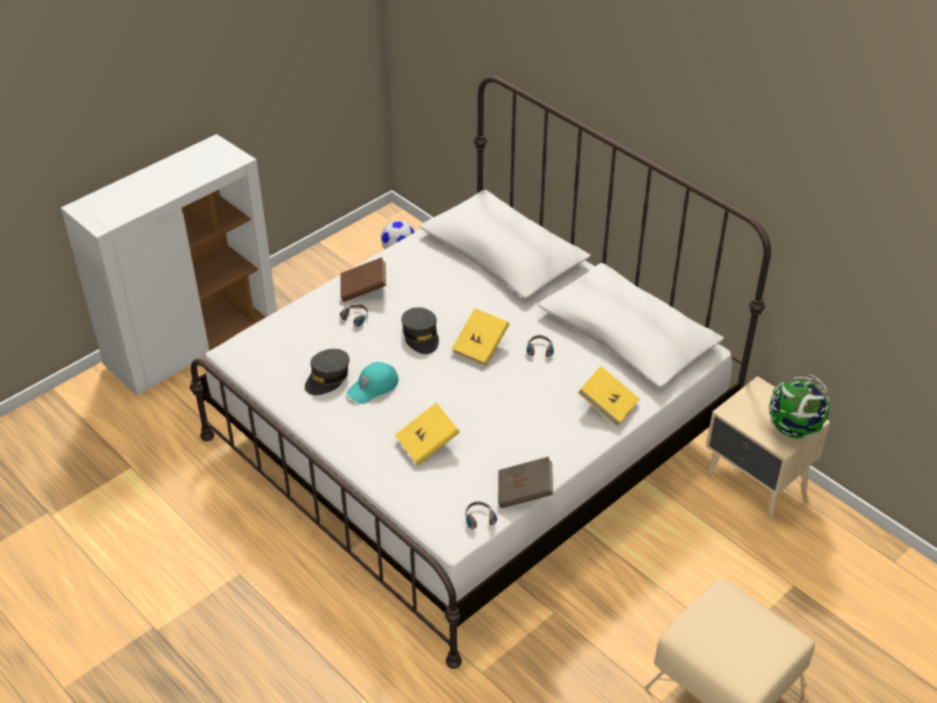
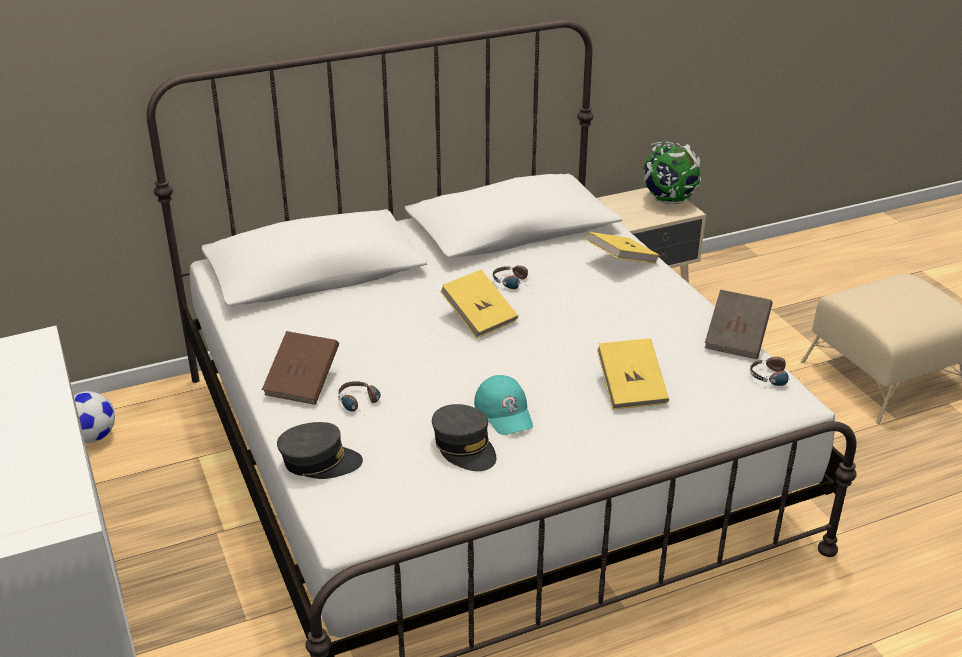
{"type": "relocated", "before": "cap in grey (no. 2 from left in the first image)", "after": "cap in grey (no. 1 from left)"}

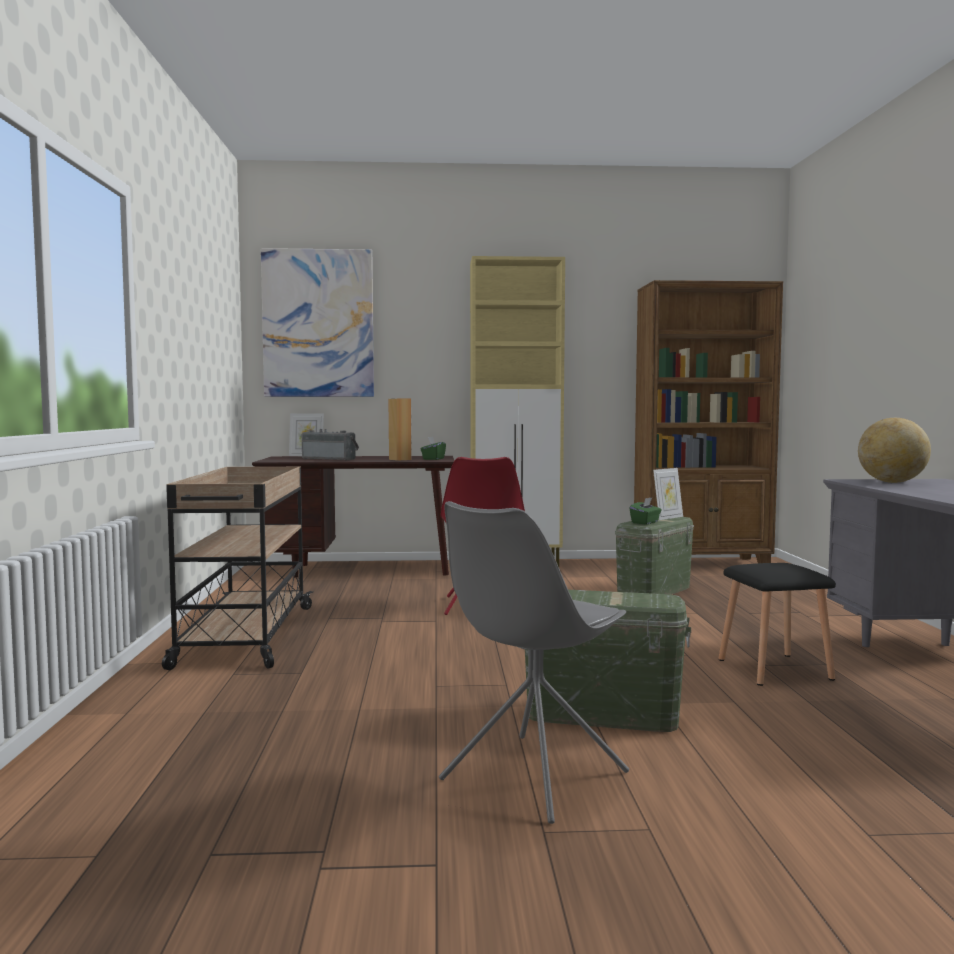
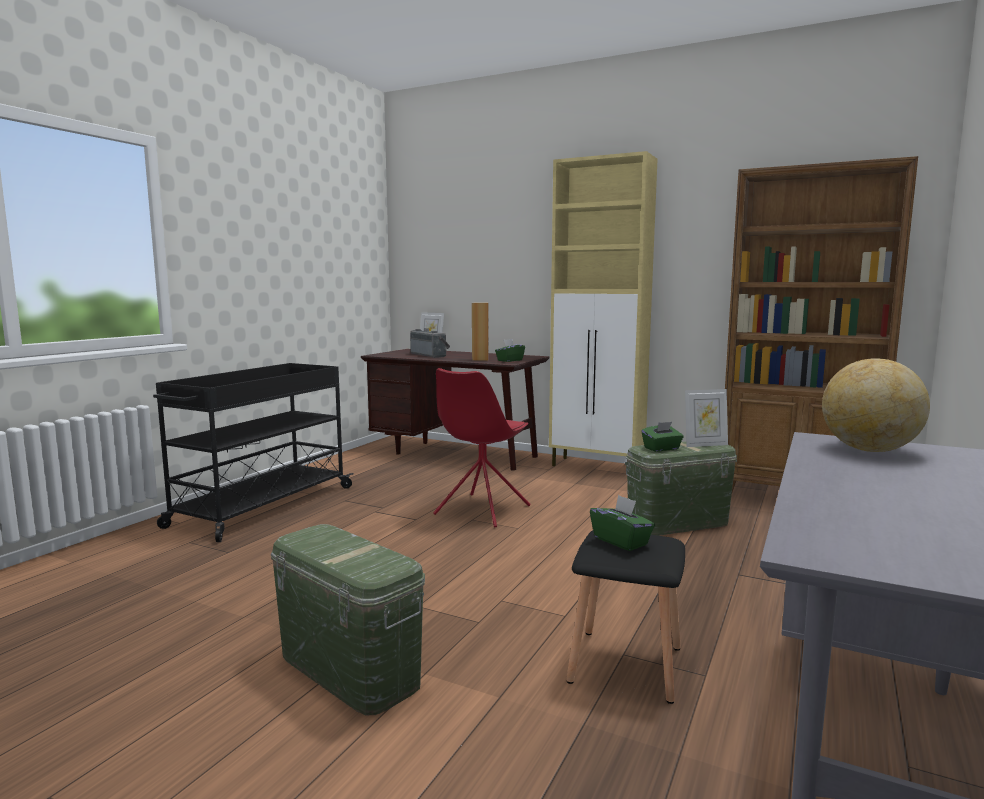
{"type": "colour", "before": "cart in beige", "after": "cart in black"}
{"type": "missing", "before": "picture"}
{"type": "missing", "before": "chair in grey"}
{"type": "appeared", "after": "tissue box in green (no. 2 from left)"}

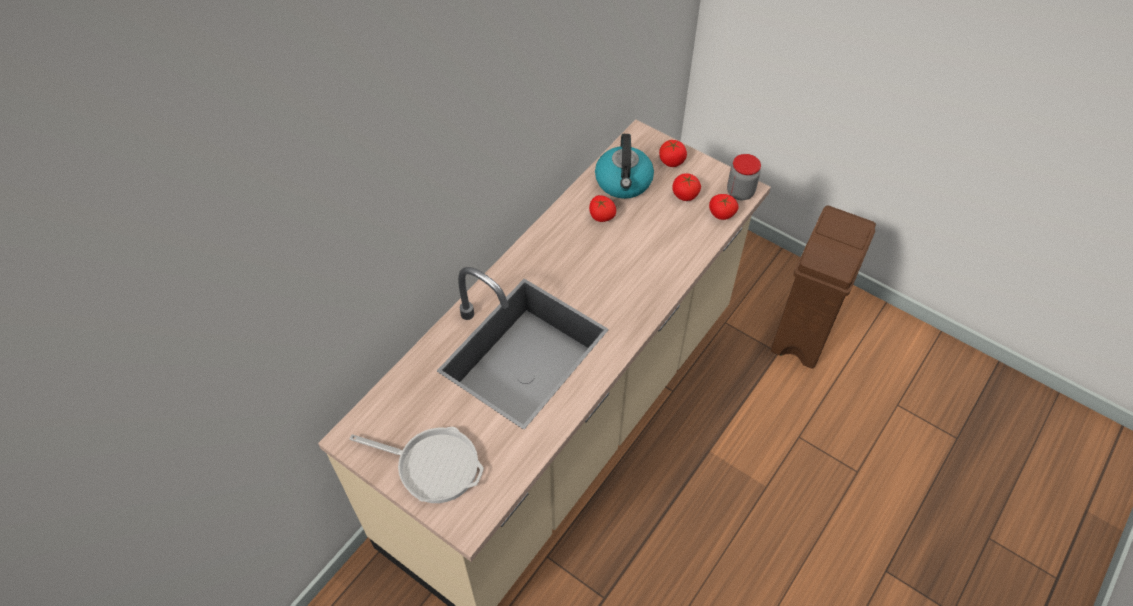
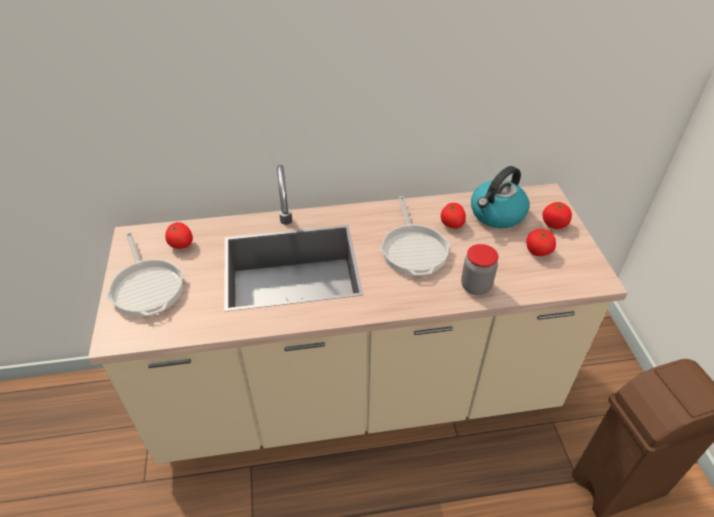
{"type": "relocated", "before": "tomato (no. 4 from left in the first image)", "after": "tomato (no. 1 from left)"}
{"type": "relocated", "before": "jar"}
{"type": "appeared", "after": "frying pan (no. 2 from left)"}

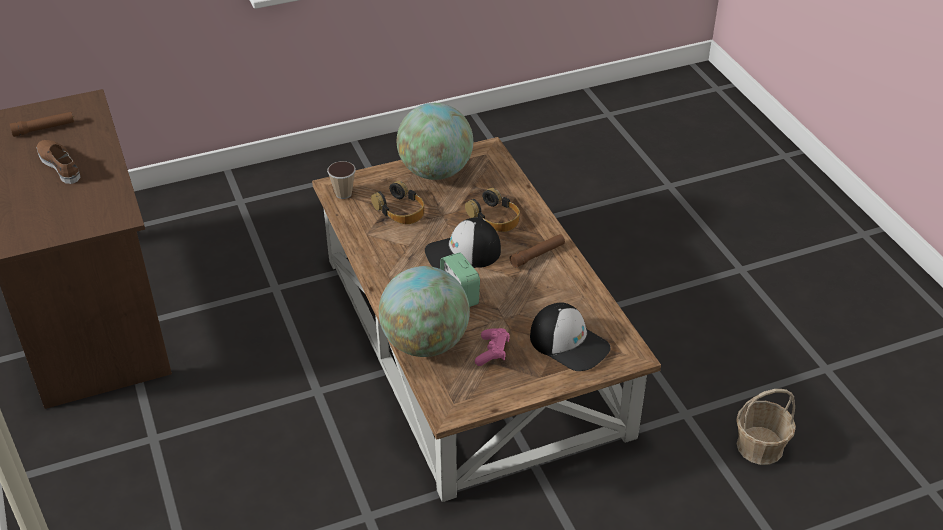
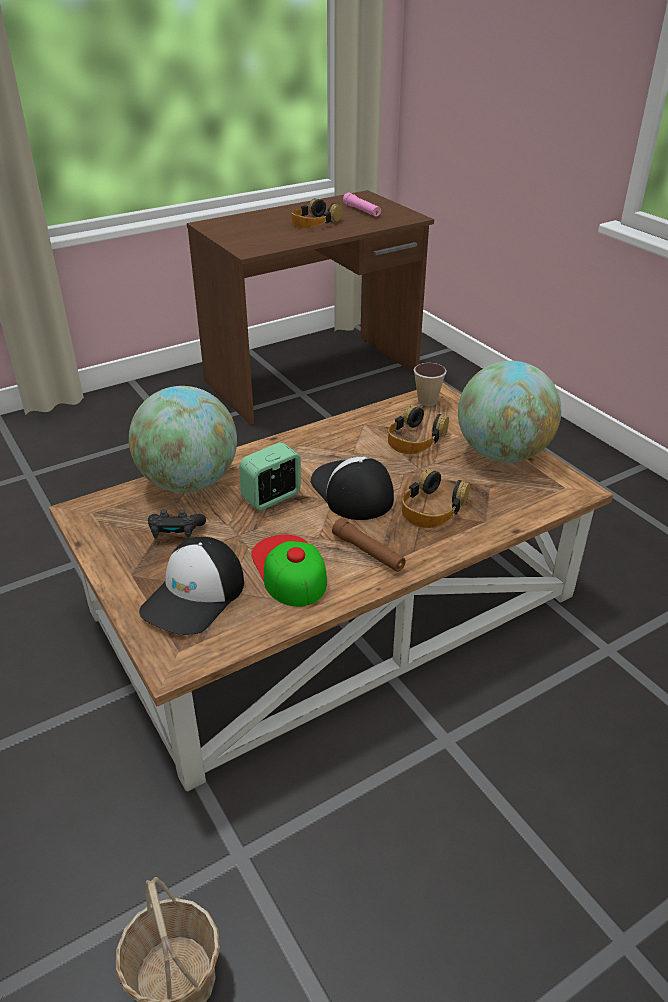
{"type": "colour", "before": "flashlight in brown (no. 1 from left)", "after": "flashlight in pink"}
{"type": "exchanged", "before": "shoe in brown", "after": "headphones (no. 1 from left)"}
{"type": "colour", "before": "game controller in pink", "after": "game controller in black"}
{"type": "appeared", "after": "cap (no. 2 from left)"}

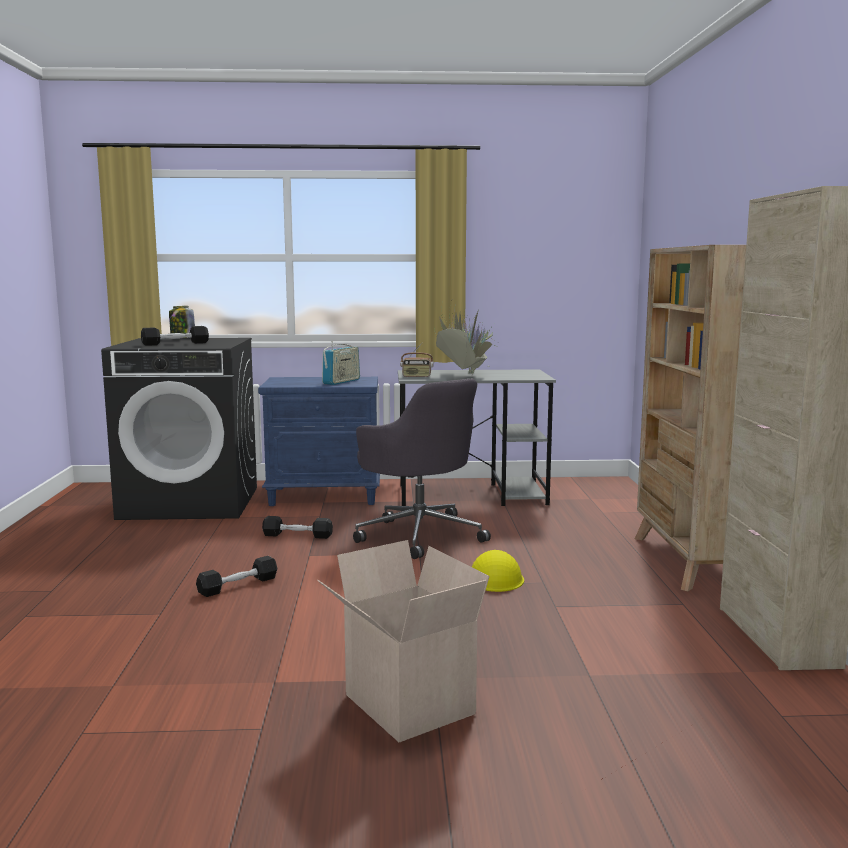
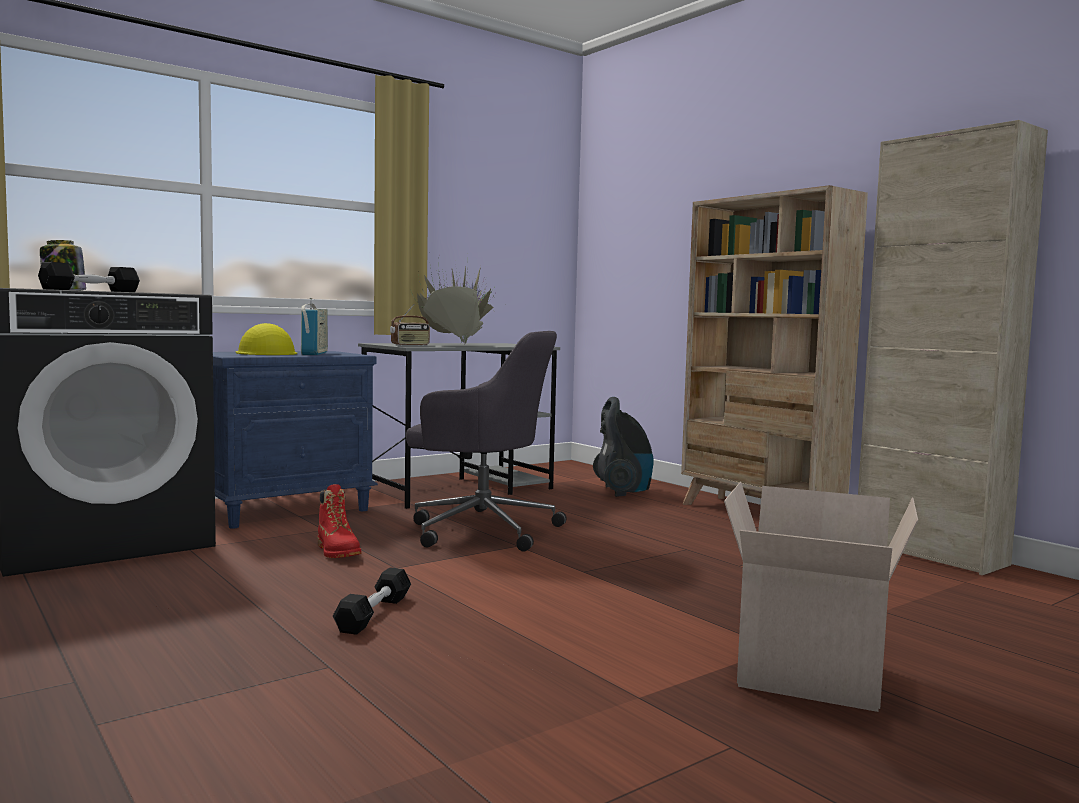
{"type": "exchanged", "before": "dumbbell in black (no. 3 from left)", "after": "boot in red"}
{"type": "relocated", "before": "hard hat in yellow"}
{"type": "appeared", "after": "vacuum cleaner"}

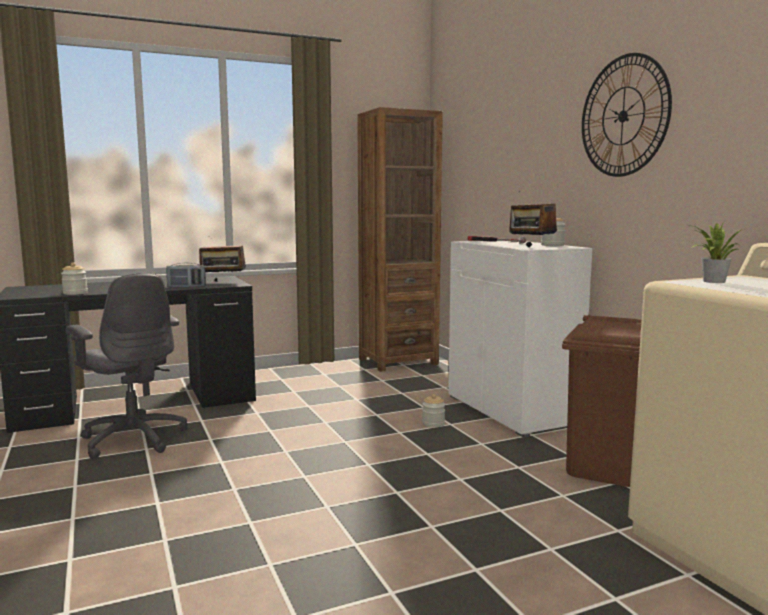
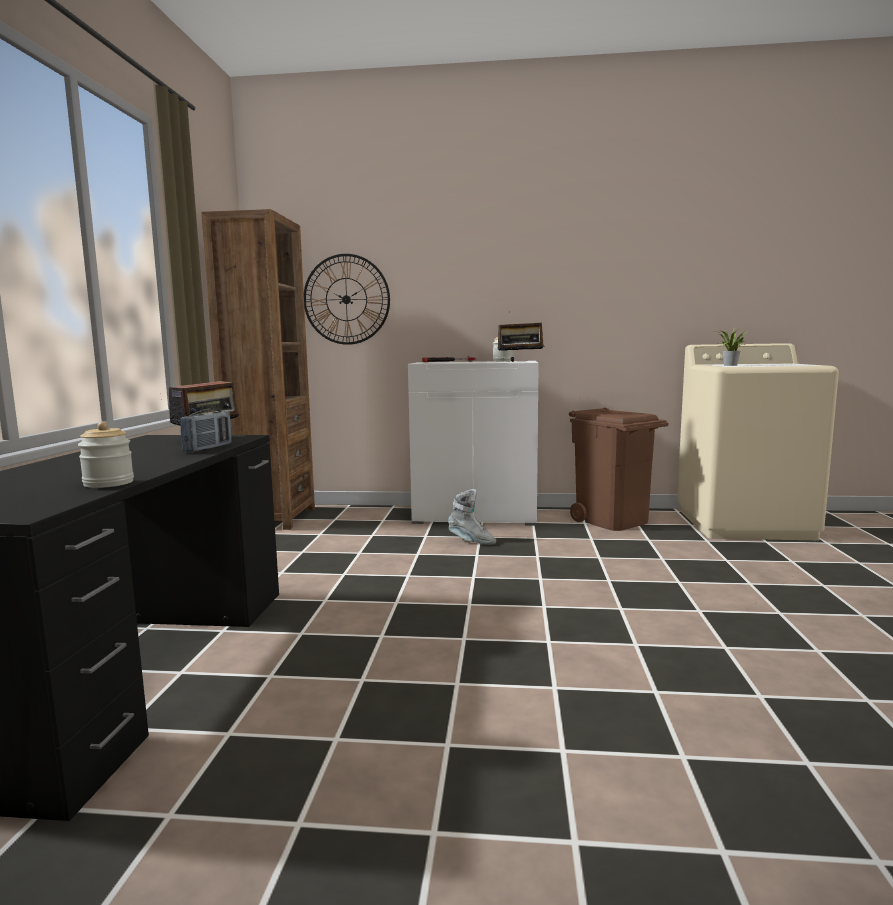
{"type": "missing", "before": "office chair in grey"}
{"type": "exchanged", "before": "jar (no. 2 from left)", "after": "boot in grey"}
{"type": "relocated", "before": "wall clock"}

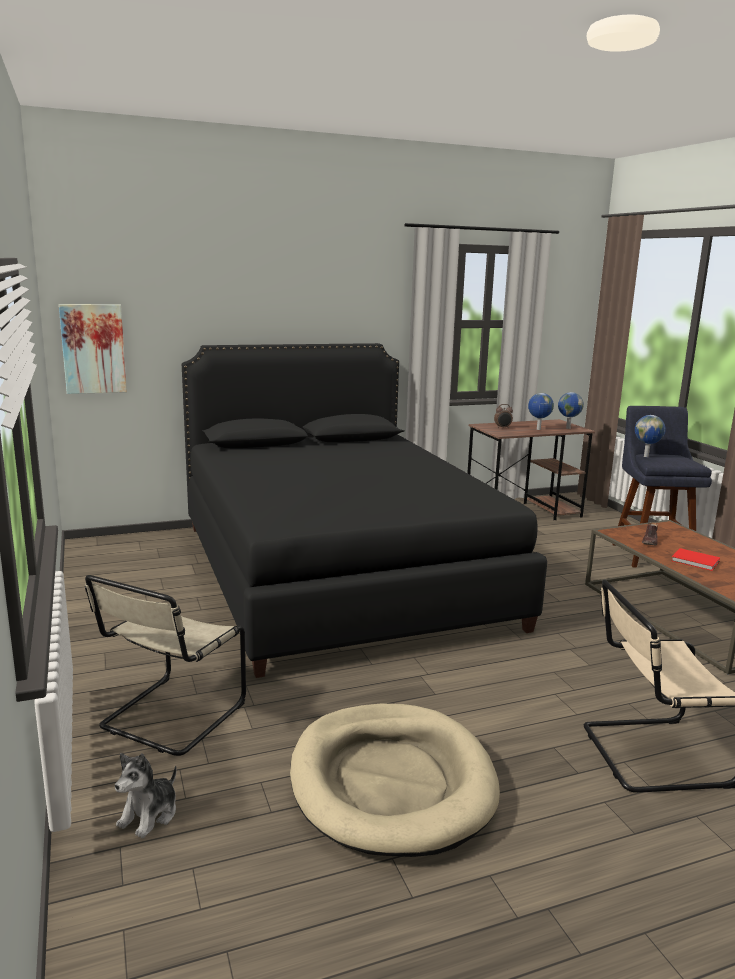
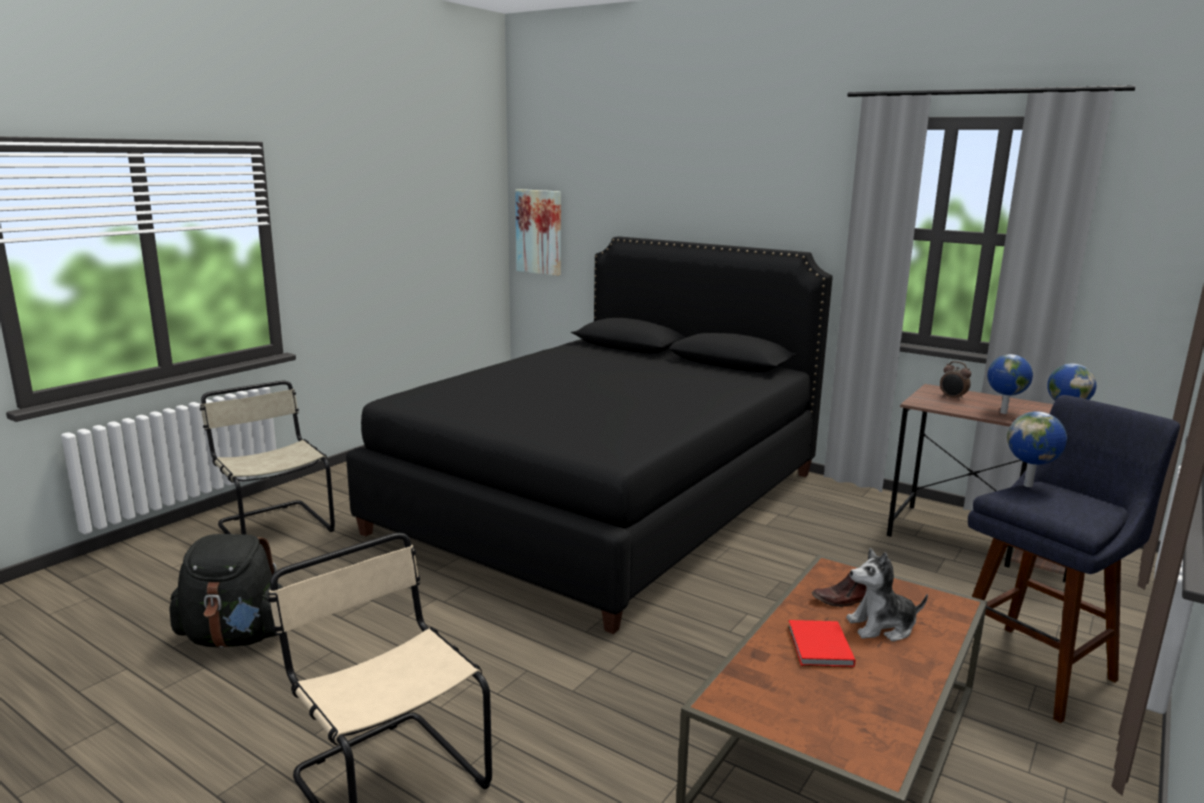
{"type": "spun", "before": "chair in beige (no. 1 from left)", "turn": 60}
{"type": "relocated", "before": "plush toy"}
{"type": "exchanged", "before": "dog bed in beige", "after": "backpack in black"}

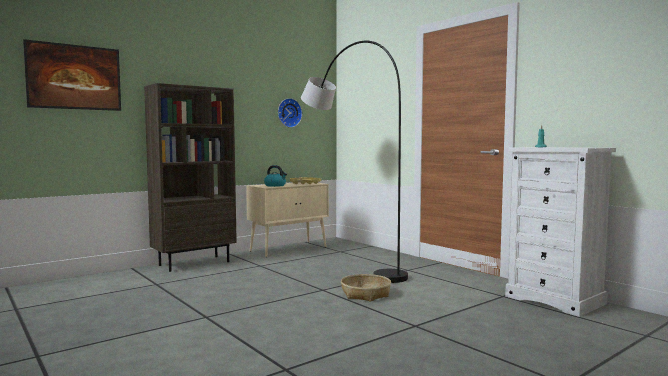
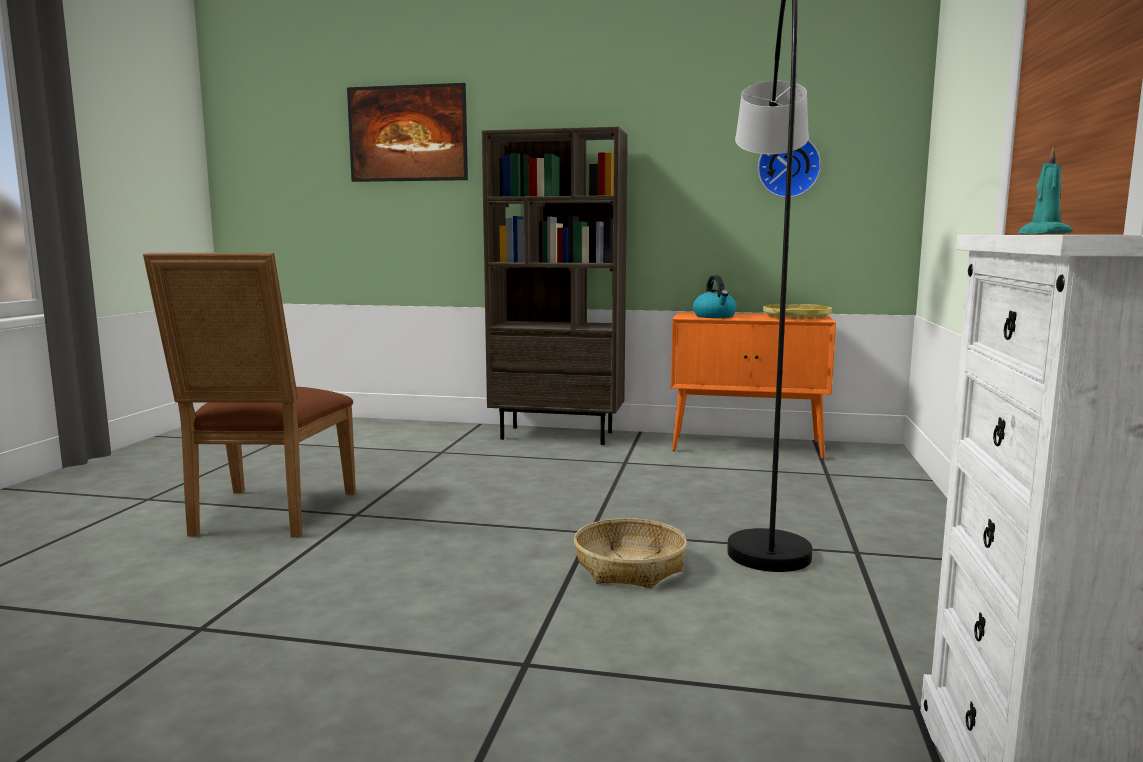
{"type": "colour", "before": "cabinet in beige", "after": "cabinet in orange"}
{"type": "appeared", "after": "chair in brown"}

